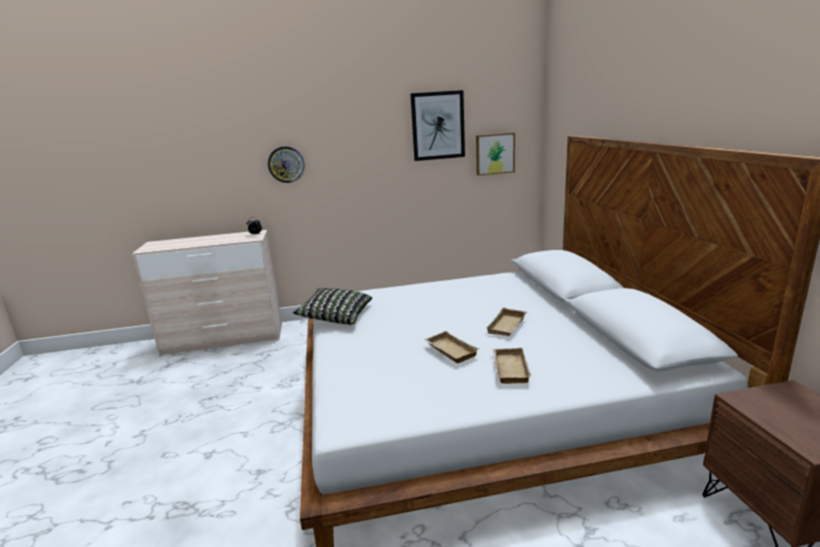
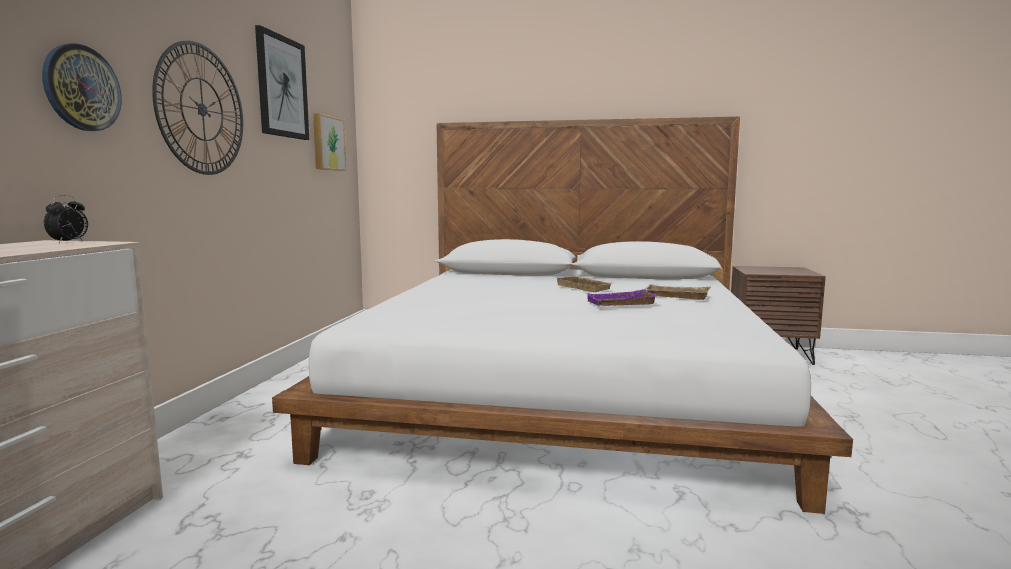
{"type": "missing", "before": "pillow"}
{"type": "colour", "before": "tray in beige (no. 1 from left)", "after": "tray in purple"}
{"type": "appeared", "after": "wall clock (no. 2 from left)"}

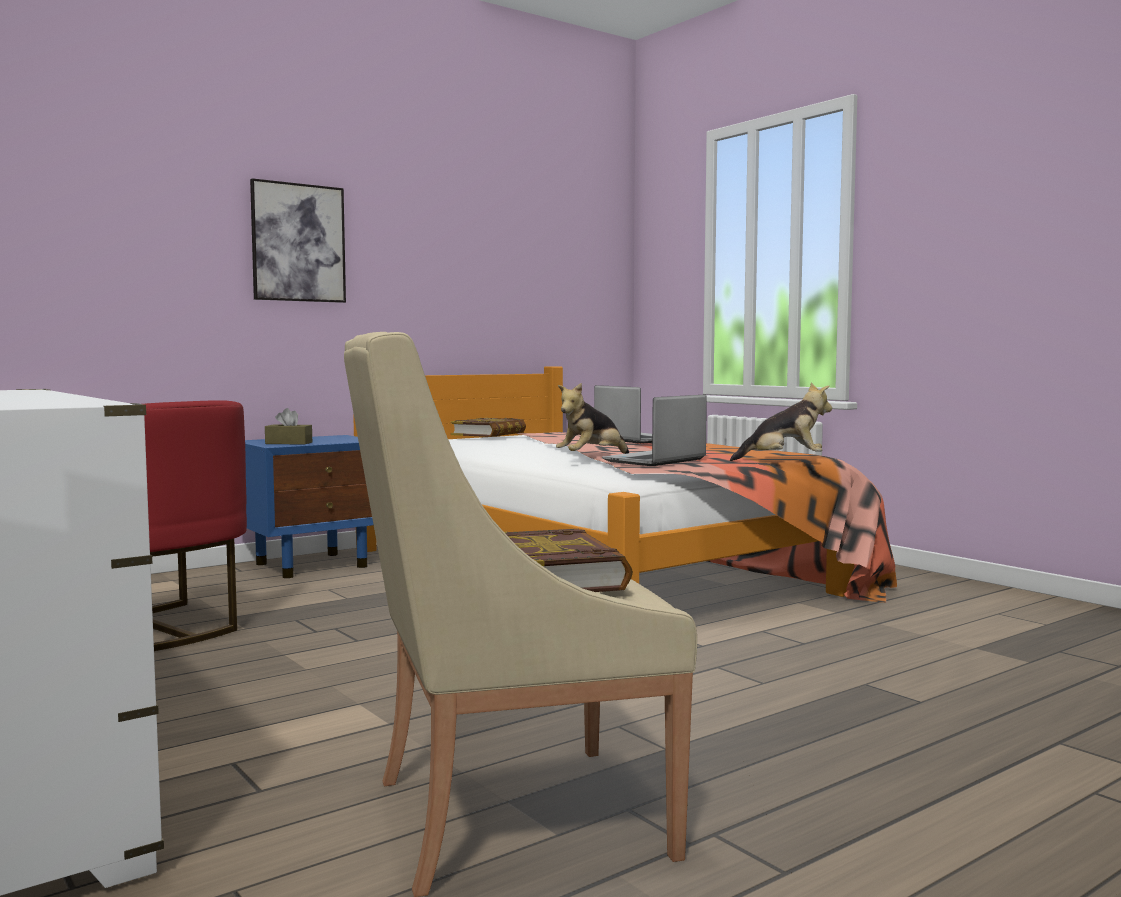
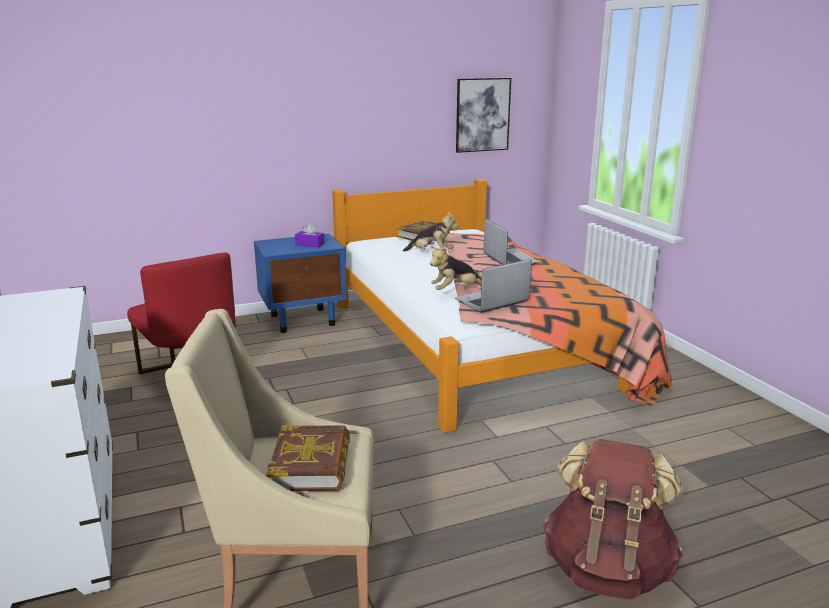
{"type": "relocated", "before": "picture"}
{"type": "missing", "before": "tissue box in brown"}
{"type": "relocated", "before": "plush toy (no. 2 from left in the first image)", "after": "plush toy (no. 1 from left)"}
{"type": "appeared", "after": "tissue box in purple"}
{"type": "appeared", "after": "backpack in brown"}

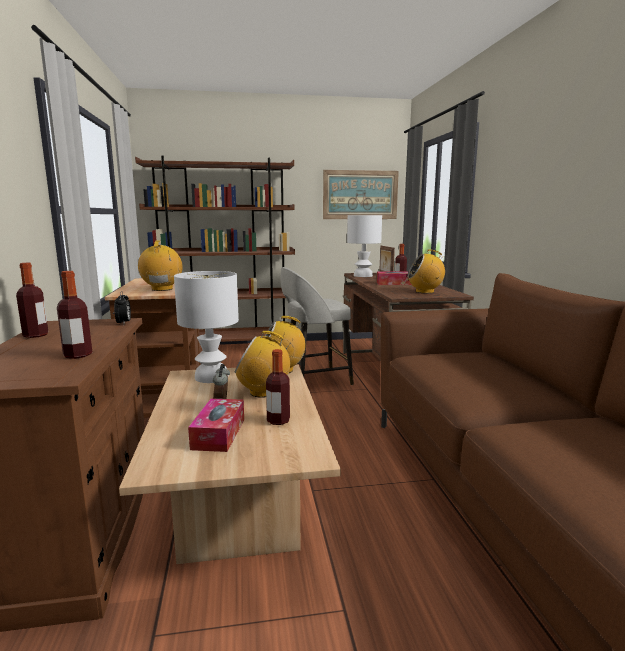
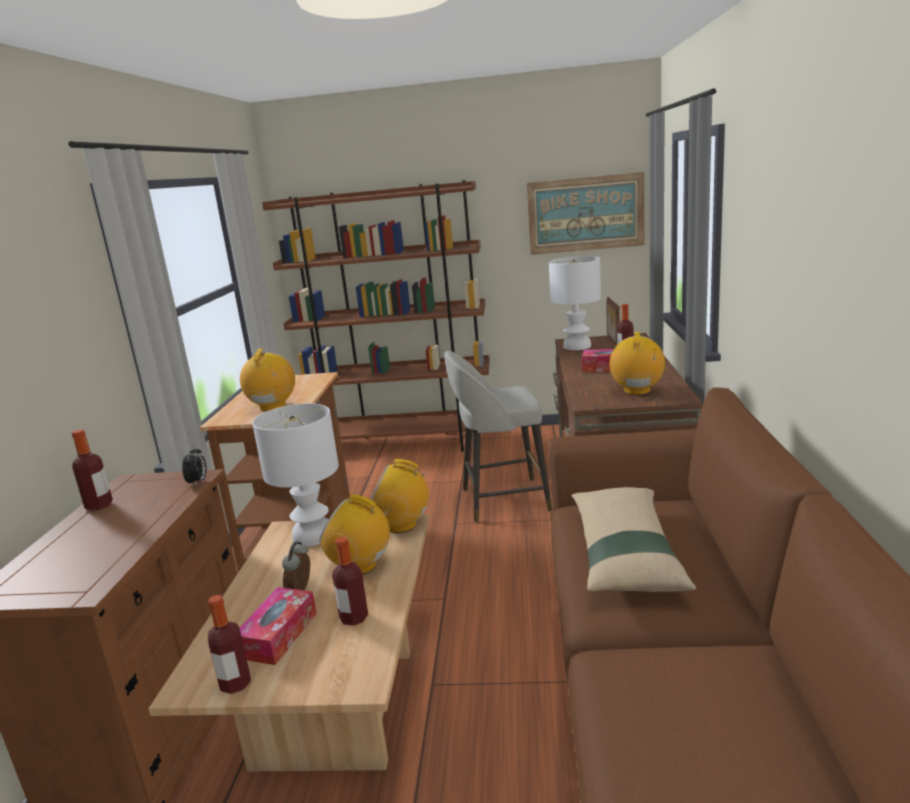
{"type": "relocated", "before": "bottle (no. 2 from left)"}
{"type": "spun", "before": "radio (no. 4 from left)", "turn": 90}
{"type": "appeared", "after": "pillow in beige"}

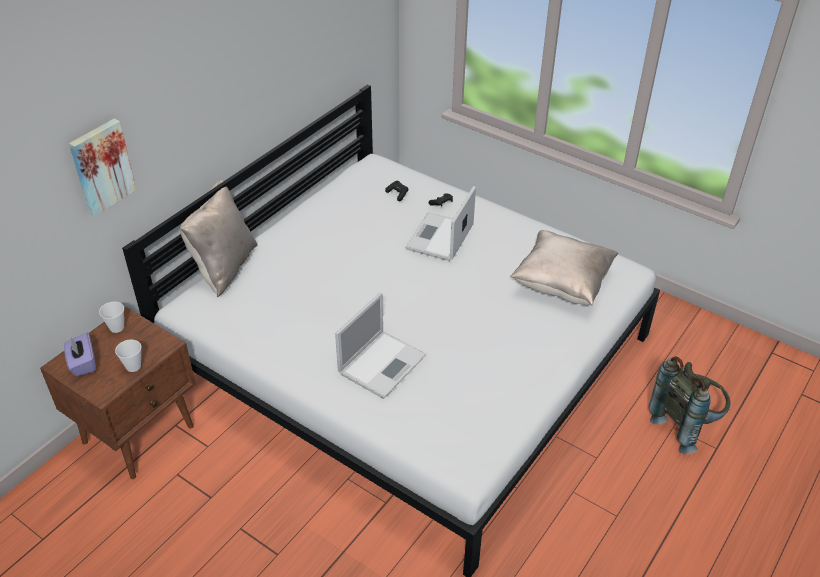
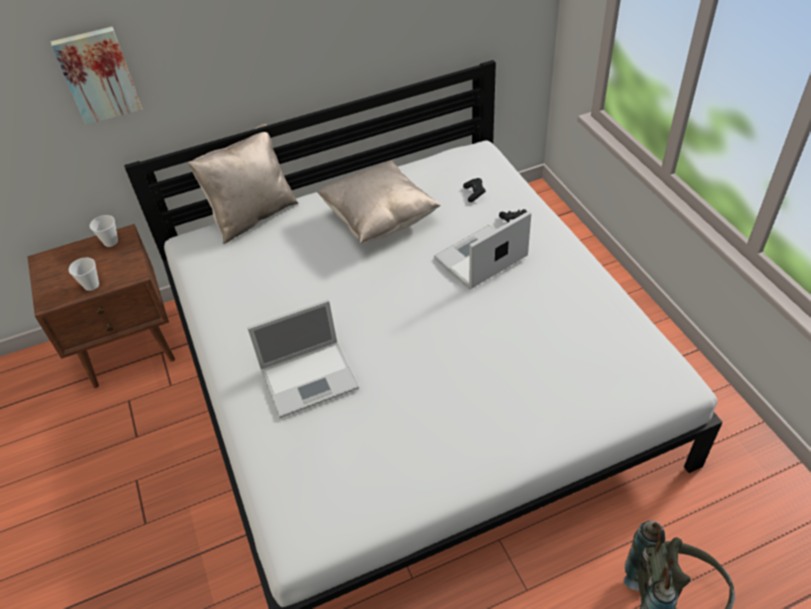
{"type": "missing", "before": "tissue box in purple"}
{"type": "relocated", "before": "pillow in beige (no. 2 from left)"}

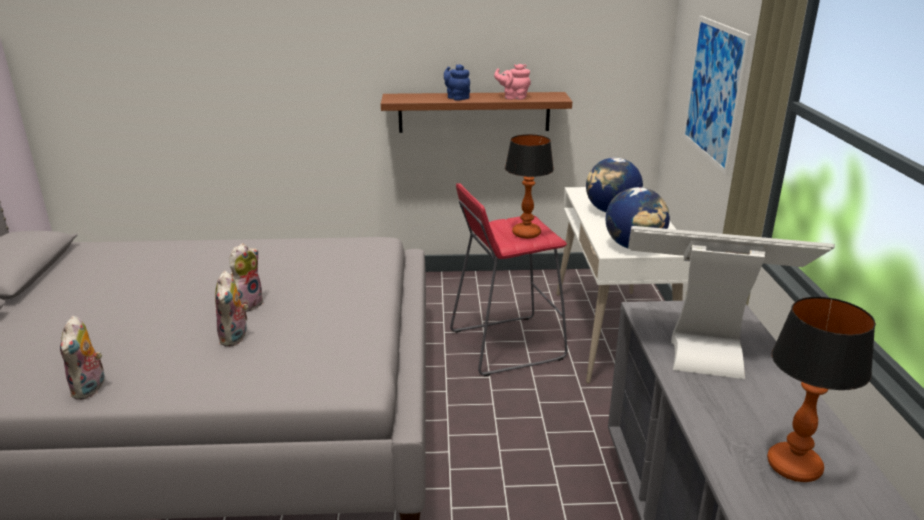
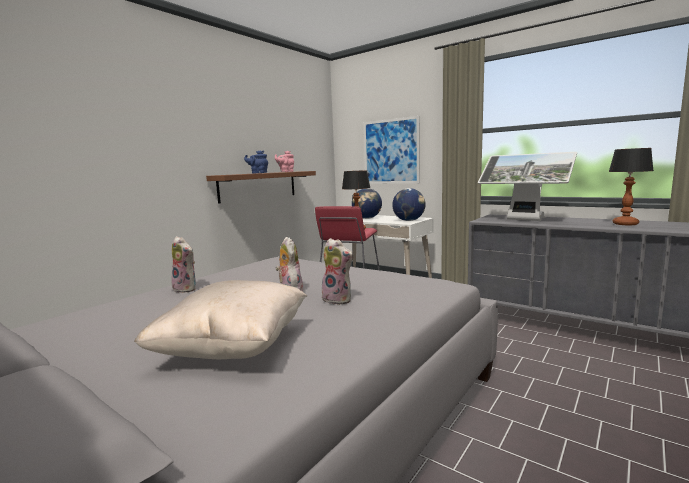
{"type": "relocated", "before": "plush toy (no. 1 from left)"}
{"type": "spun", "before": "monitor", "turn": -105}
{"type": "appeared", "after": "pillow in beige"}

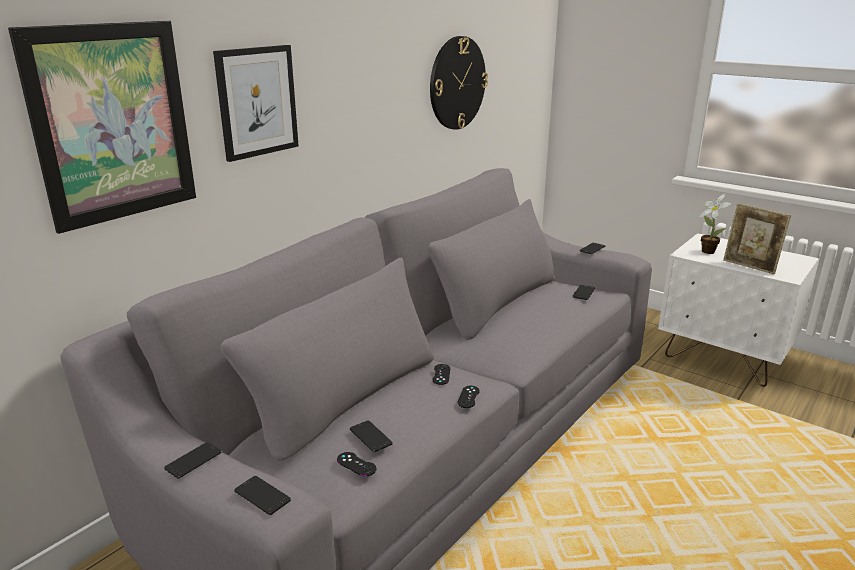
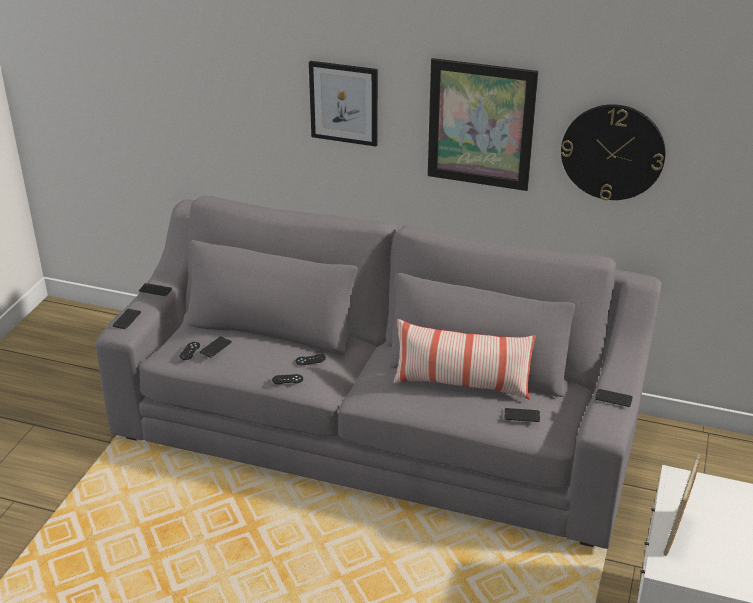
{"type": "relocated", "before": "picture (no. 1 from left in the first image)", "after": "picture (no. 2 from left)"}
{"type": "missing", "before": "potted plant"}
{"type": "appeared", "after": "pillow"}

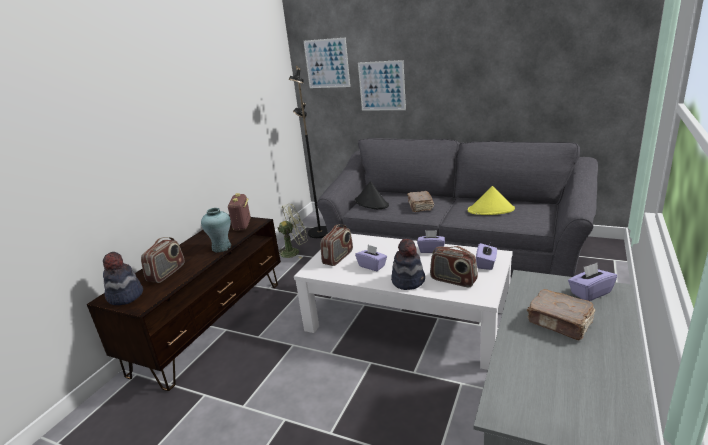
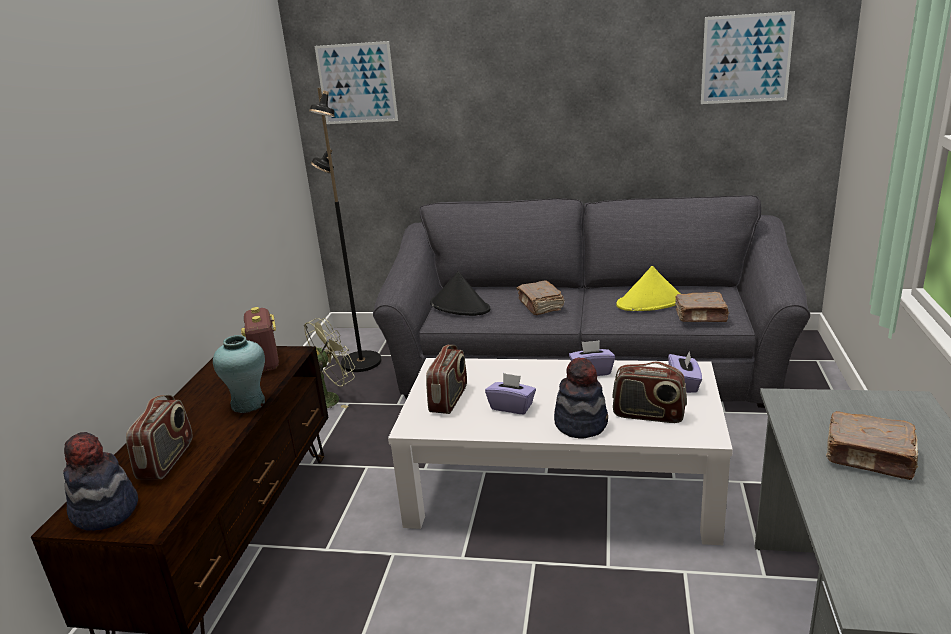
{"type": "relocated", "before": "picture (no. 2 from left)"}
{"type": "missing", "before": "tissue box in purple (no. 4 from left)"}
{"type": "appeared", "after": "book in brown (no. 2 from left)"}

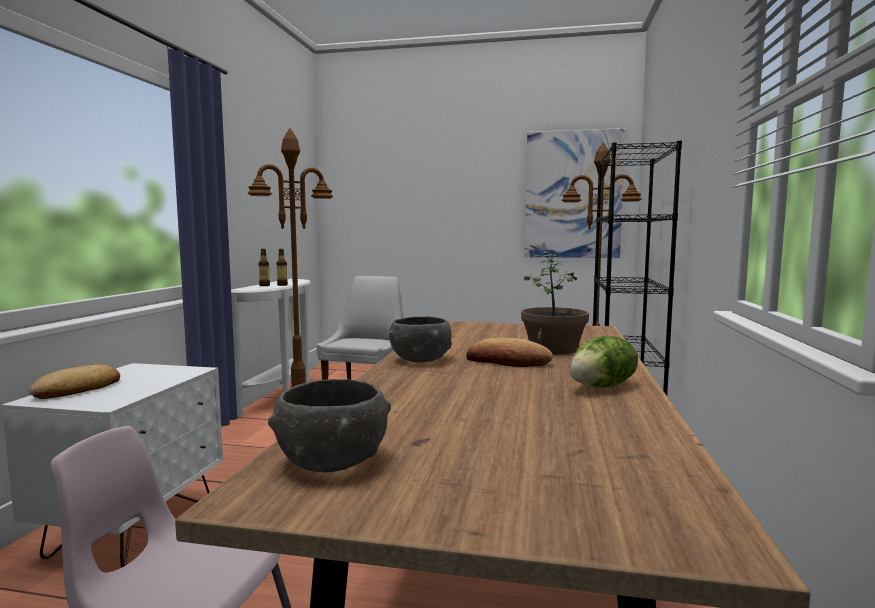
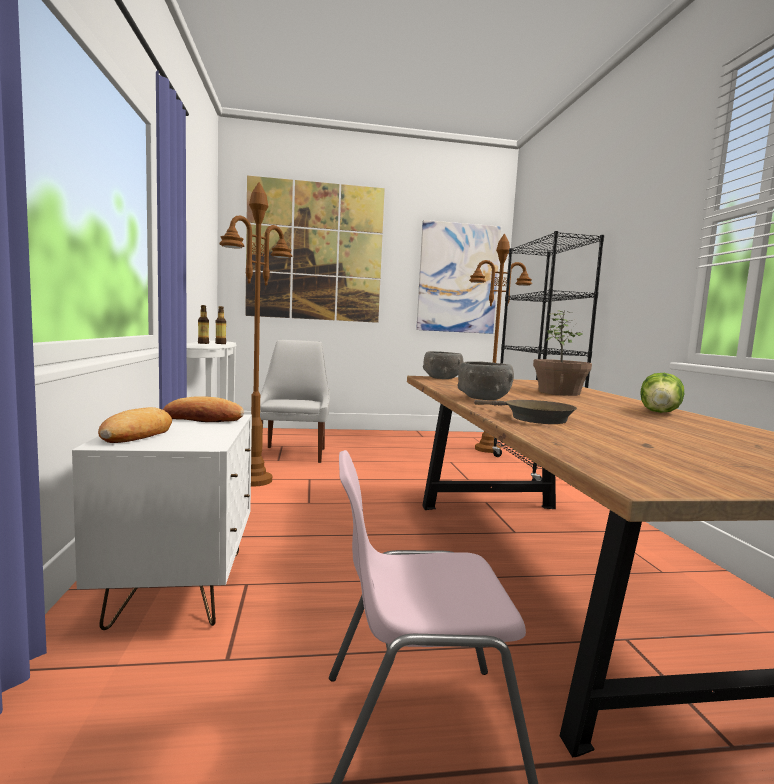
{"type": "relocated", "before": "bowl in grey (no. 1 from left)"}
{"type": "relocated", "before": "bread (no. 2 from left)"}
{"type": "appeared", "after": "picture (no. 1 from left)"}
{"type": "appeared", "after": "frying pan in brown"}

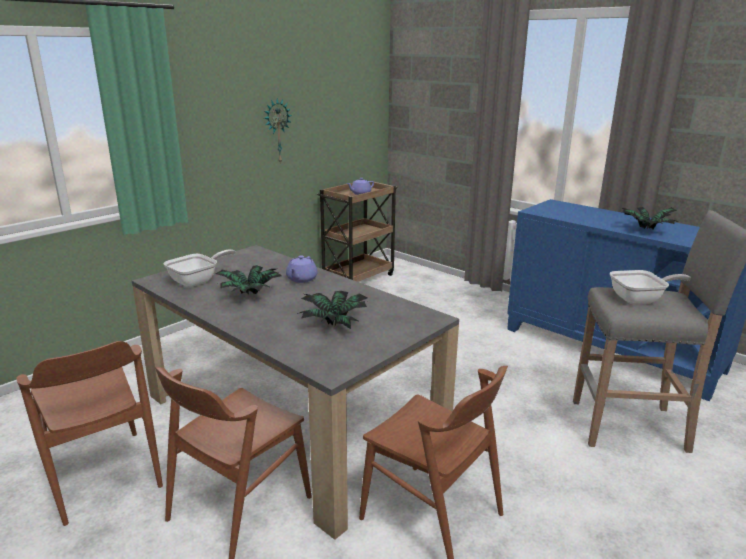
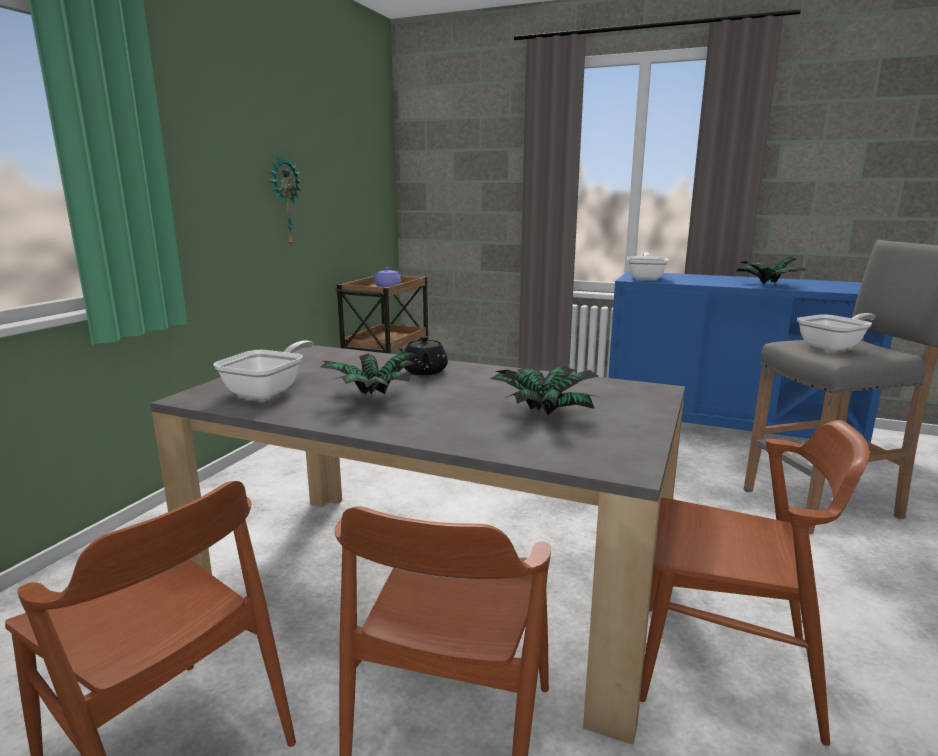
{"type": "colour", "before": "teapot in purple (no. 1 from left)", "after": "teapot in black"}
{"type": "appeared", "after": "frying pan (no. 2 from left)"}

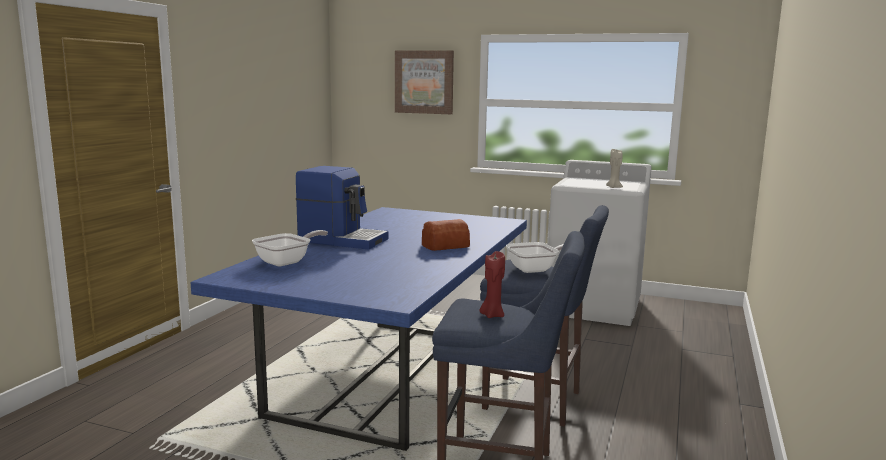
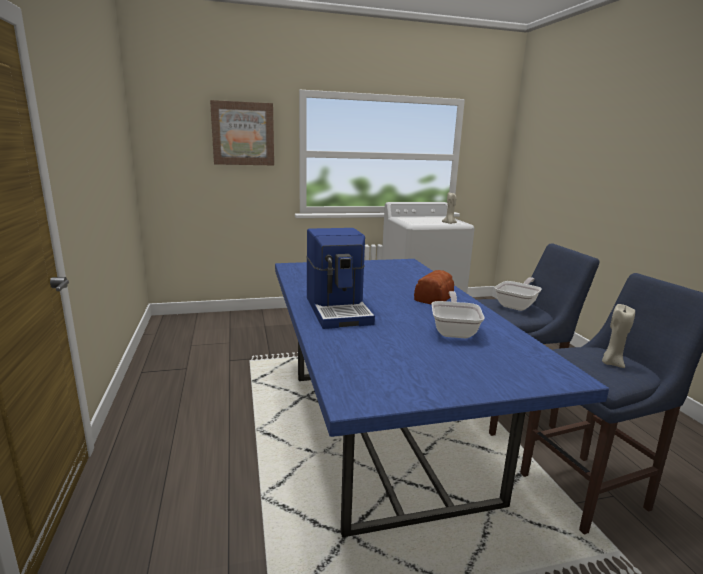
{"type": "relocated", "before": "frying pan (no. 1 from left)"}
{"type": "spun", "before": "coffee machine", "turn": 90}
{"type": "colour", "before": "candle in red", "after": "candle in beige (no. 2 from left)"}

